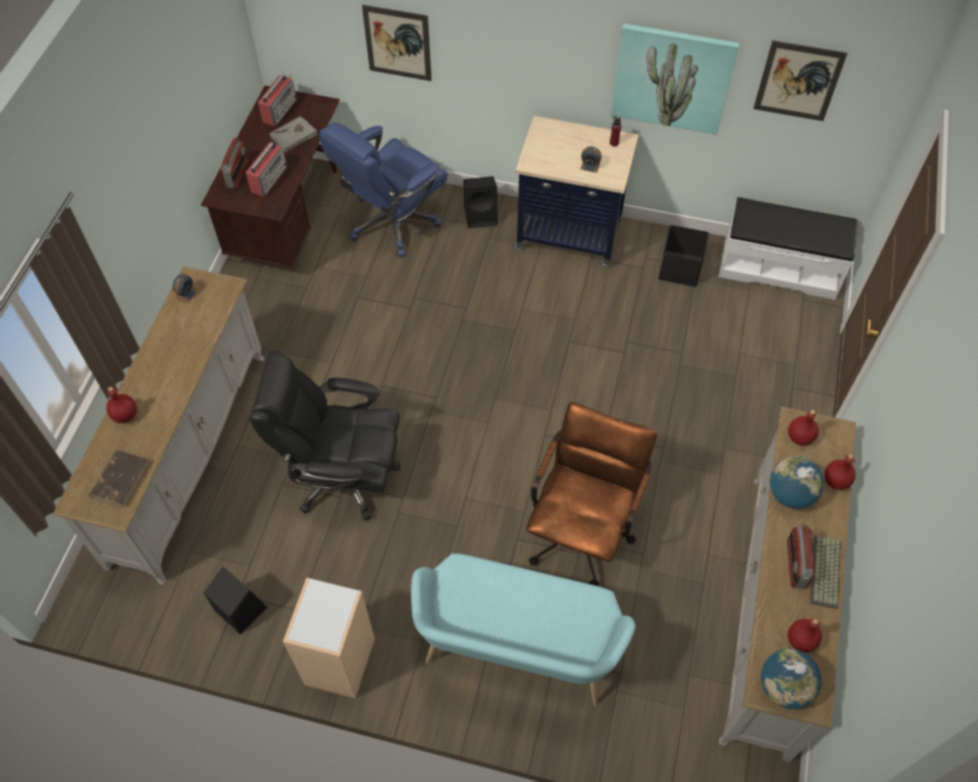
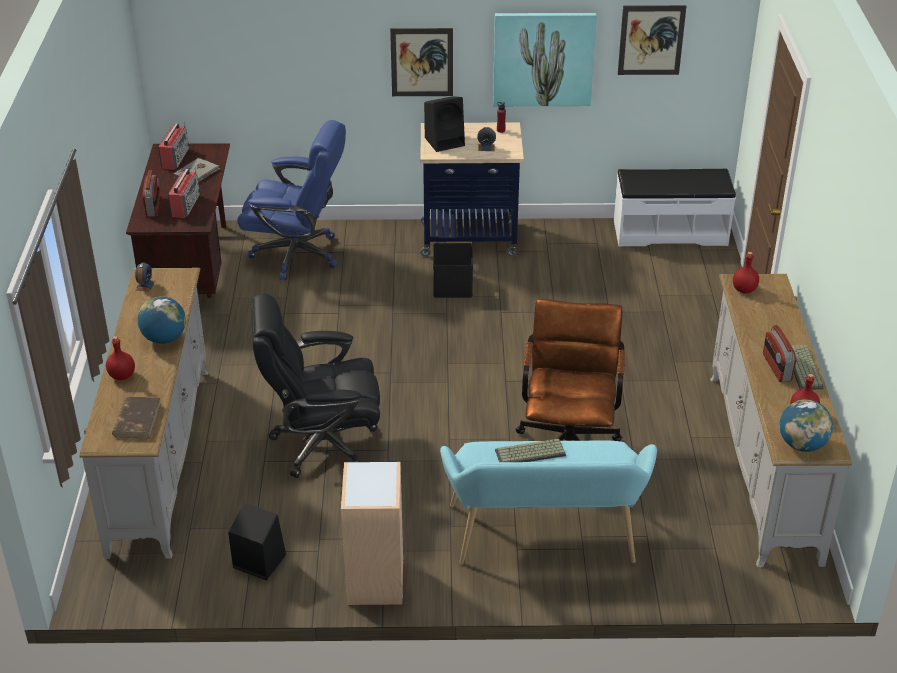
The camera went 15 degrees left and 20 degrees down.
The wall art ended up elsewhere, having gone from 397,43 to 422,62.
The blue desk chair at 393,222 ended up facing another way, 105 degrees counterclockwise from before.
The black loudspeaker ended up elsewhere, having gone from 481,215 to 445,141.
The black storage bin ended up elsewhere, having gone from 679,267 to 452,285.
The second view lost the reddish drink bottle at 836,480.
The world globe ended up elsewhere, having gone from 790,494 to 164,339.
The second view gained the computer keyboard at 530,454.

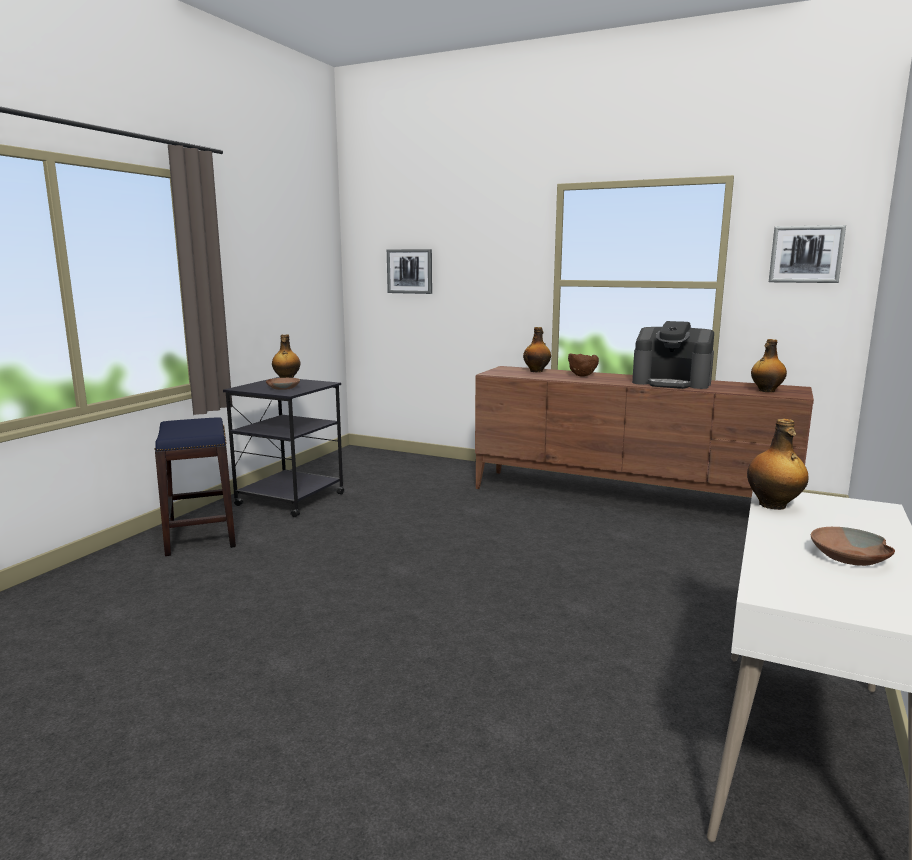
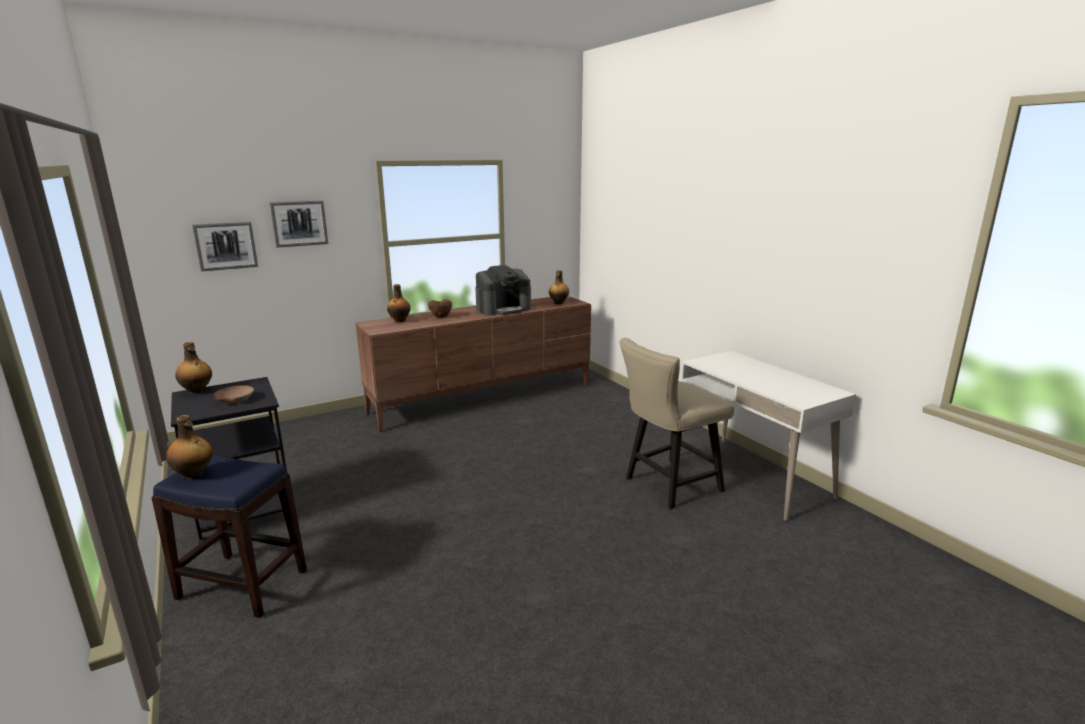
The camera went 55 degrees left and 5 degrees up.
The wall art ended up elsewhere, having gone from 806,254 to 299,223.
The drink bottle ended up elsewhere, having gone from 773,505 to 194,475.
The second view lost the brown-coloured bowl at 849,557.
The second view gained the beige plain chair at 667,486.

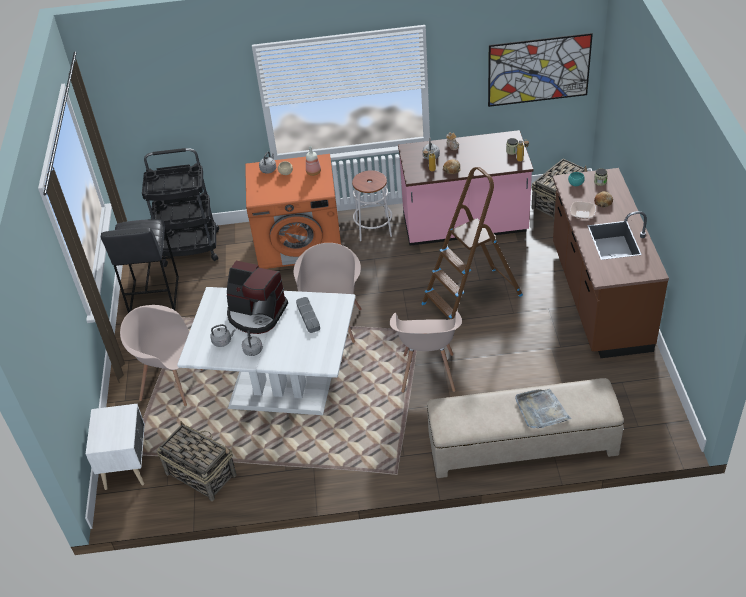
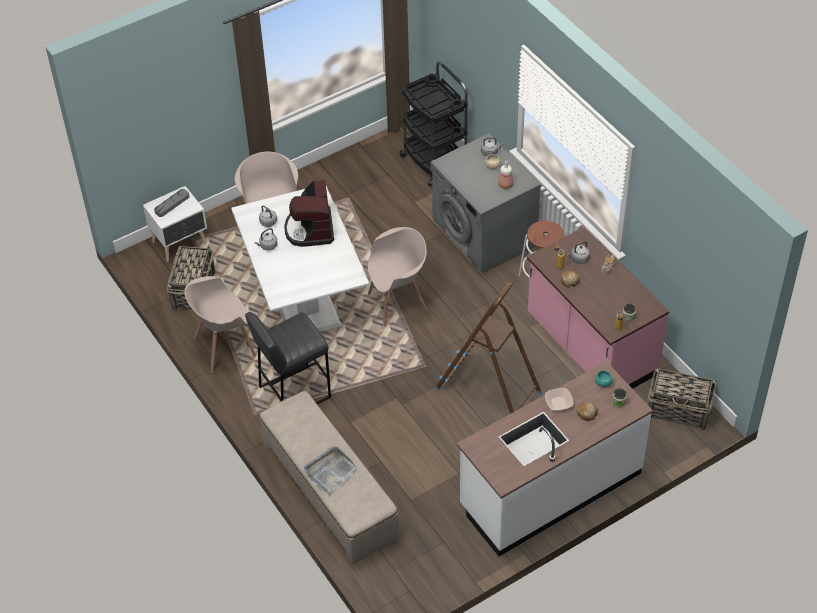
The camera went 60 degrees right and 5 degrees up.
The second view lost the wall art at 538,70.
What was the orange laundry appliance at 301,247 turned into the greyish laundry appliance at 483,236.
What was the brown-coloured counter at 598,297 turned into the whitish counter at 550,489.
The greyish stool ended up elsewhere, having gone from 154,296 to 293,392.
The greyish serving tray ended up elsewhere, having gone from 308,316 to 172,204.
The beige plain chair ended up elsewhere, having gone from 428,374 to 224,348.

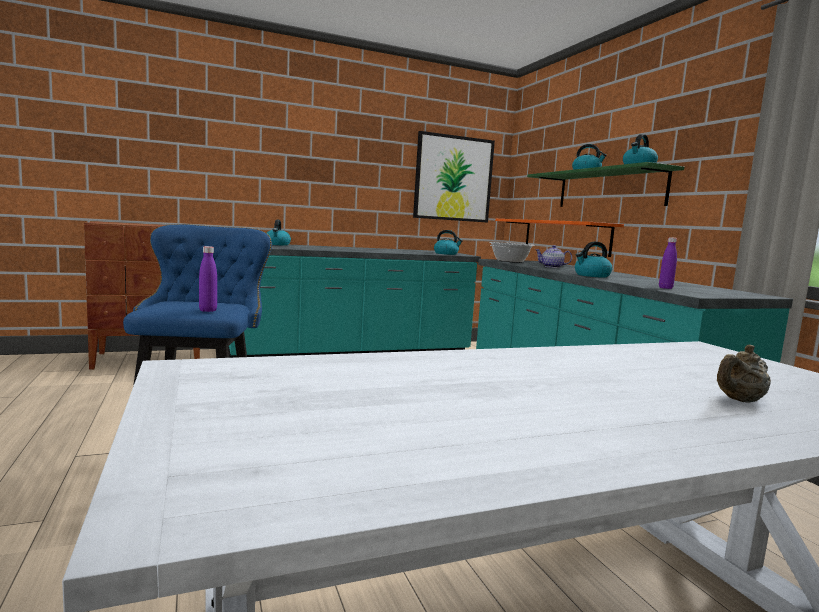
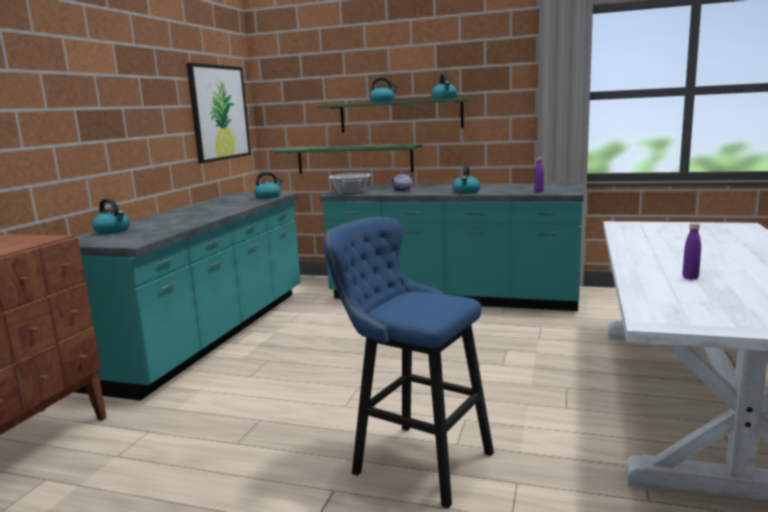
The camera went 50 degrees left and 5 degrees up.
What was the orange wall shelf at 565,236 turned into the green wall shelf at 354,159.
The purplish drink bottle ended up elsewhere, having gone from 208,310 to 690,277.
The second view lost the beige pot for tea at 739,400.

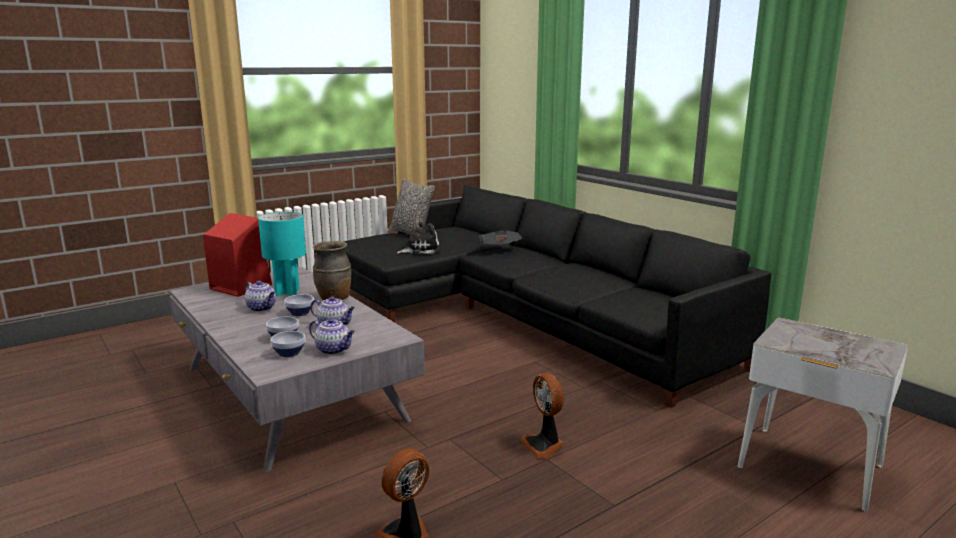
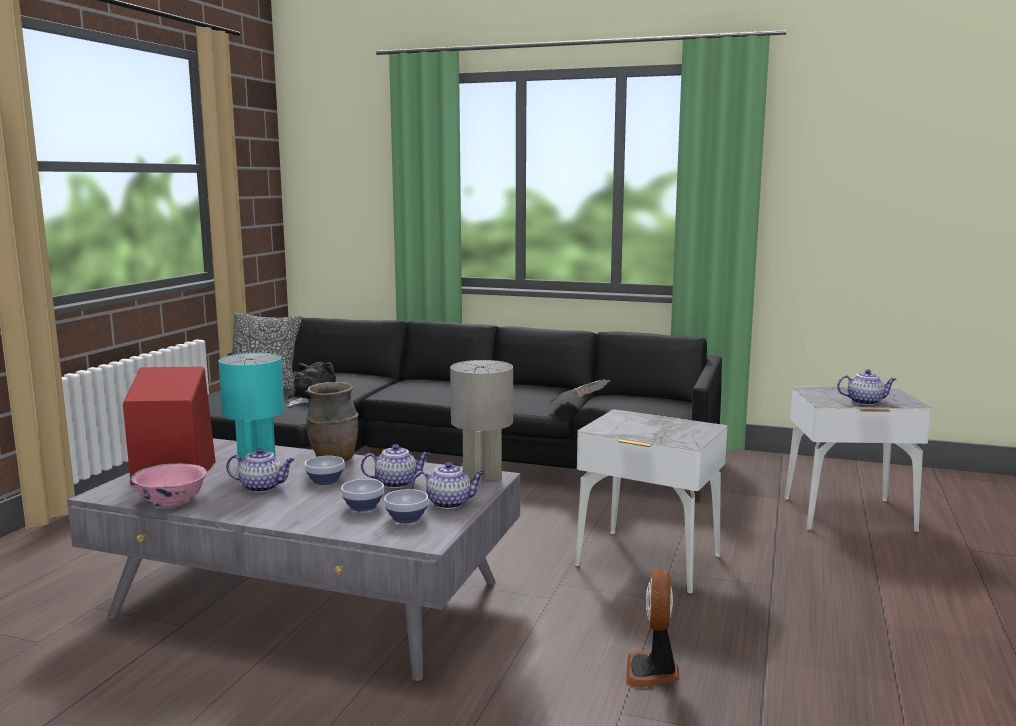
The camera went 35 degrees left and 5 degrees down.
The newspaper ended up elsewhere, having gone from 500,250 to 578,408.
Where the cooling fan stood at 544,445, the end table came to stand at 649,561.
The second view gained the greyish tabletop lamp at 483,478.
The second view gained the pot for tea at 865,402.
The second view gained the pink-coloured bowl at 171,500.

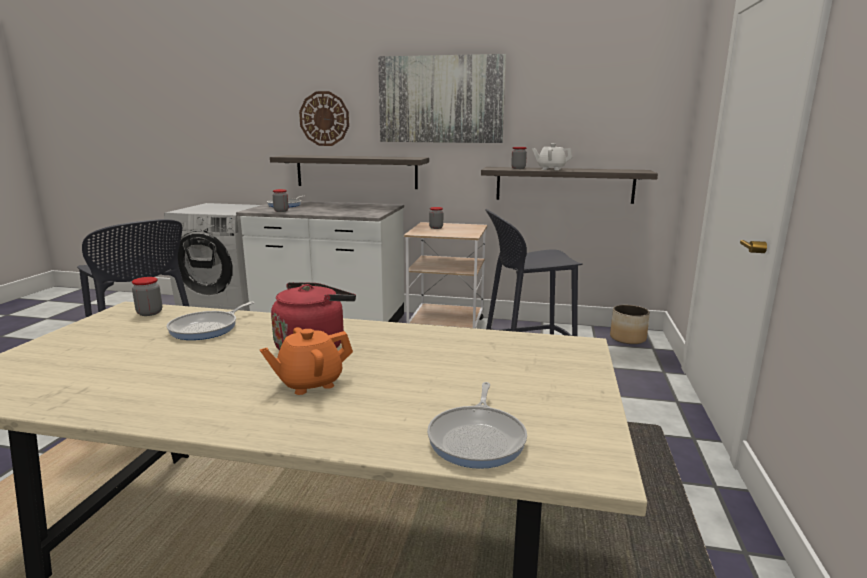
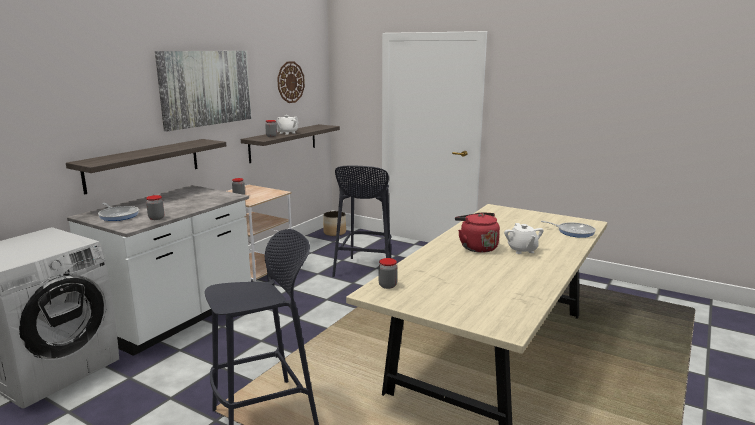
The camera went 70 degrees left and 0 degrees up.
The wall clock ended up elsewhere, having gone from 324,119 to 290,82.
The second view lost the skillet at 207,328.
What was the orange pot for tea at 309,383 turned into the whitish pot for tea at 522,250.

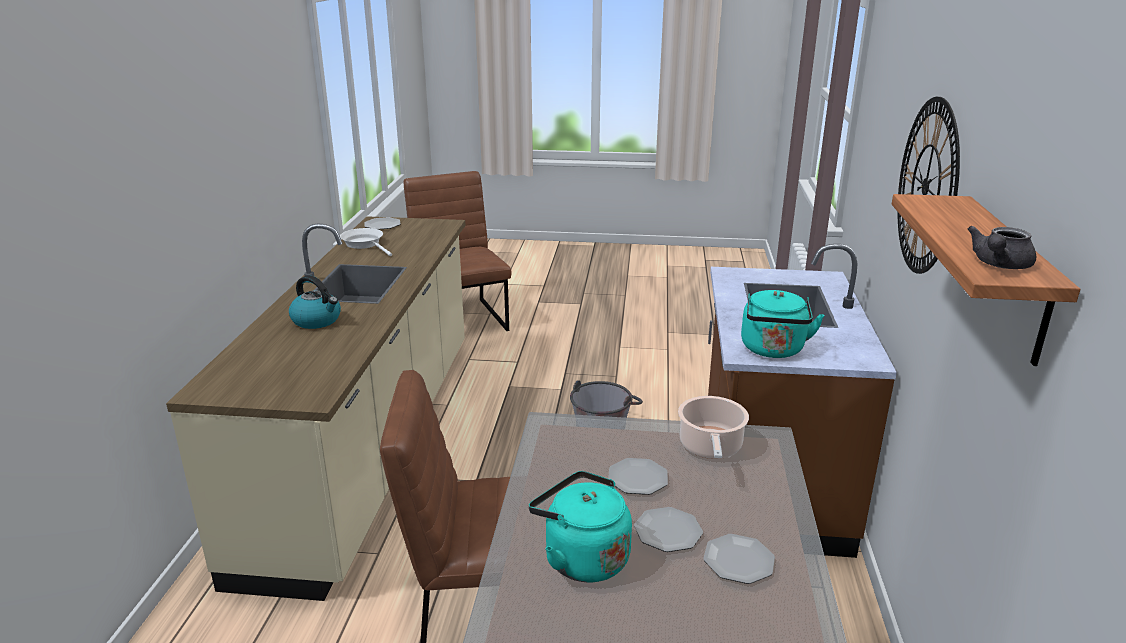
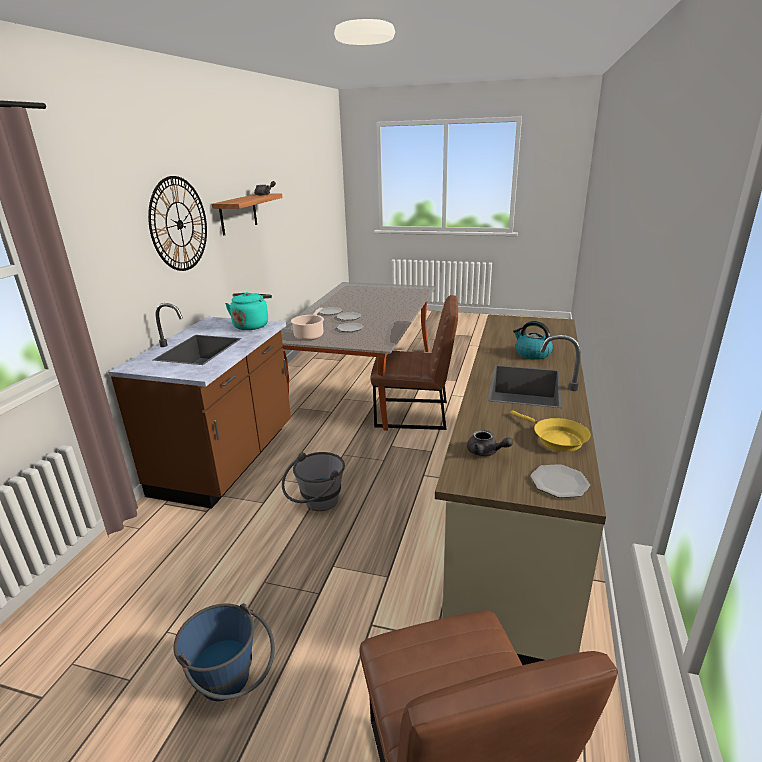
The camera went 170 degrees left and 0 degrees up.
What was the whitish skillet at 365,244 turned into the yellow-coloured skillet at 555,438.
The second view lost the turquoise-coloured water kettle at 582,558.
The second view gained the greyish pot for tea at 486,452.
The second view gained the blue bucket at 232,683.

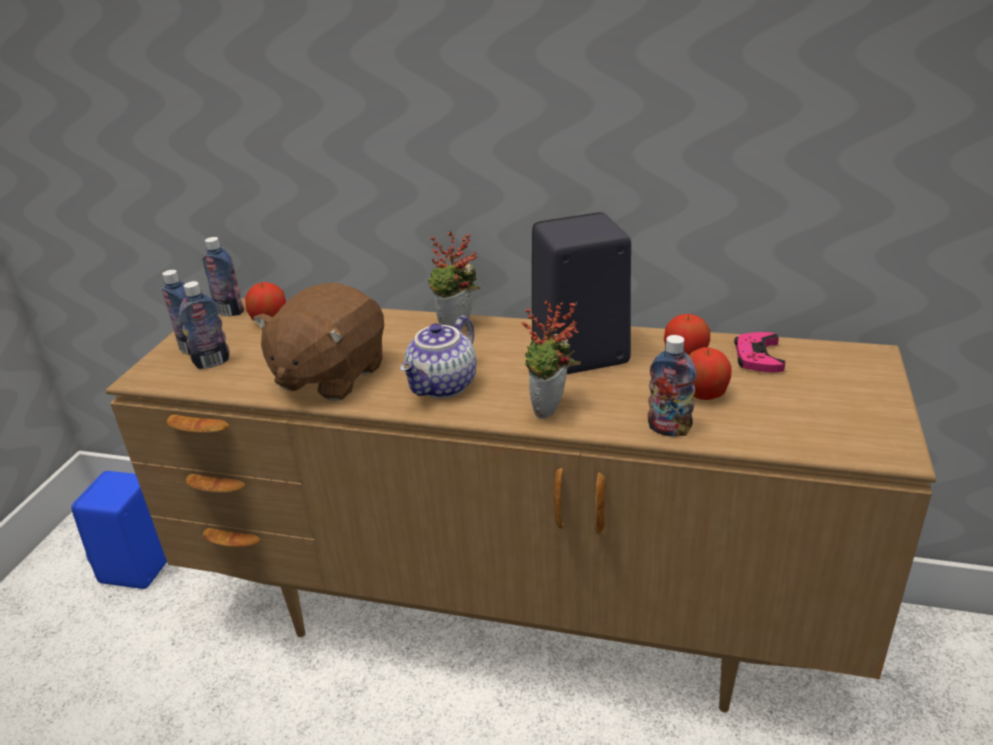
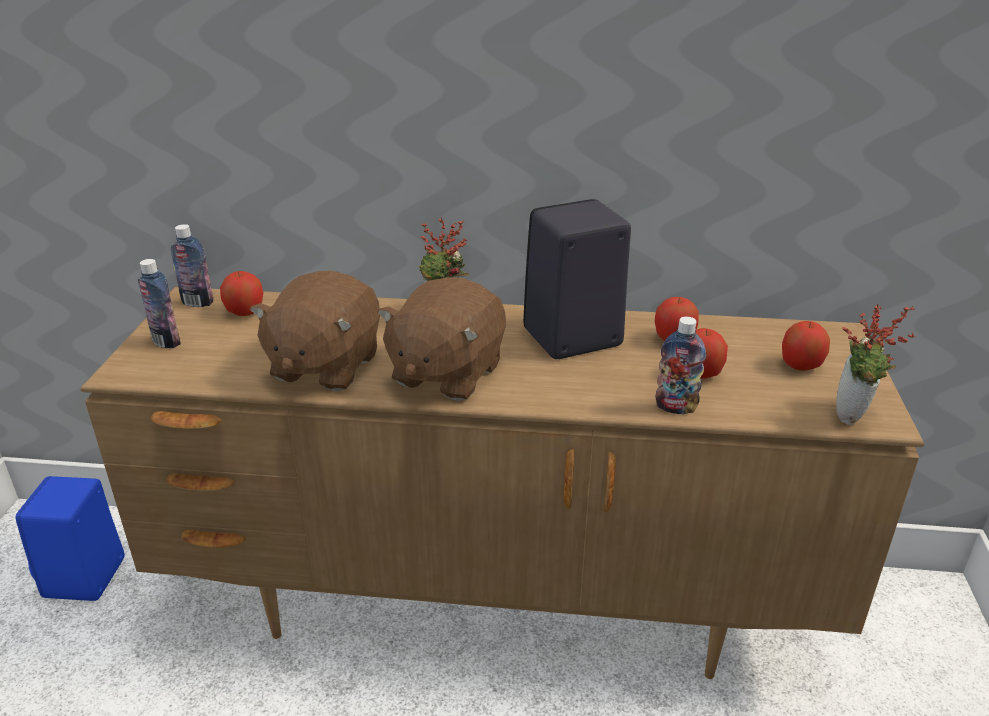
The camera went 10 degrees left and 0 degrees up.
The second view lost the drink bottle at 212,362.
The potted plant ended up elsewhere, having gone from 552,411 to 854,416.
Where the pot for tea stood at 444,386, the brown-coloured cuddly toy came to stand at 446,373.
The second view lost the pink-coloured game controller at 757,357.
The second view gained the whole apple at 800,366.

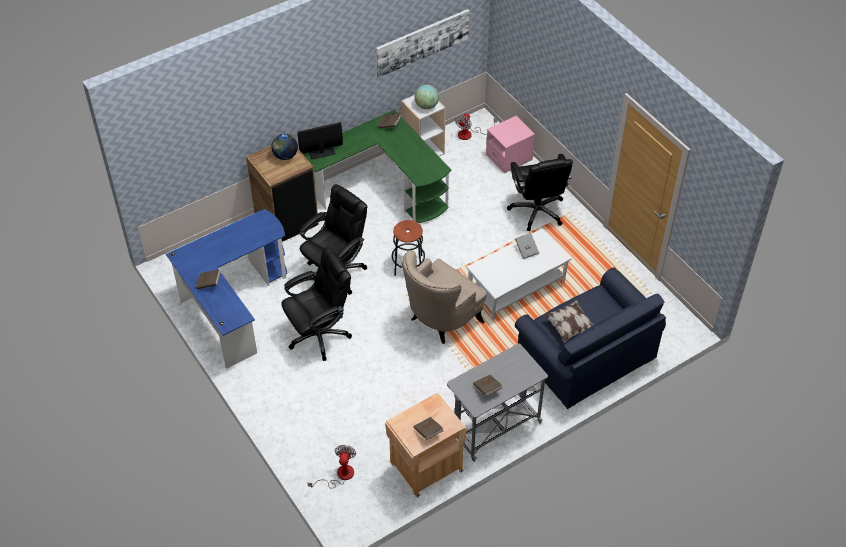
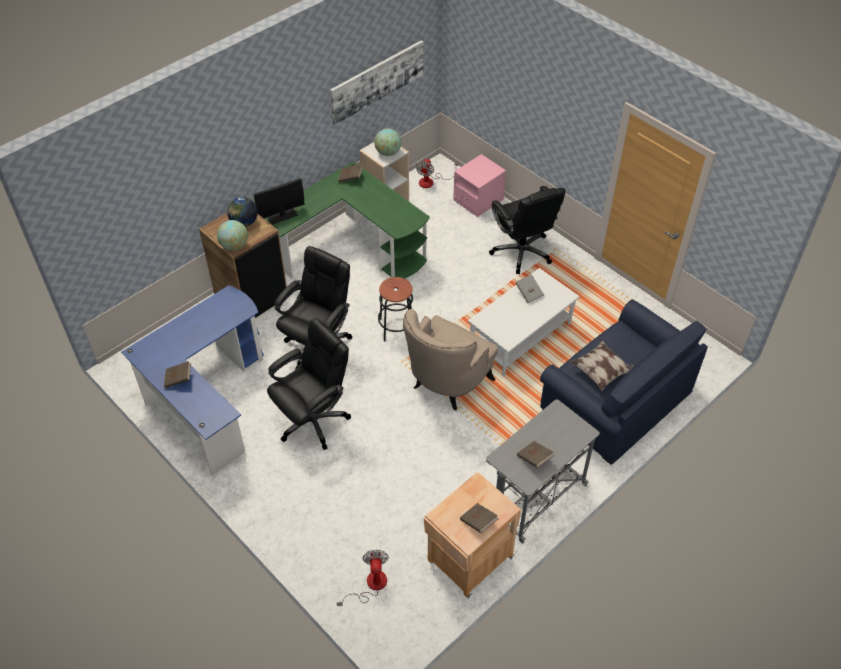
The camera went 10 degrees left and 0 degrees up.
The second view gained the world globe at 234,246.

